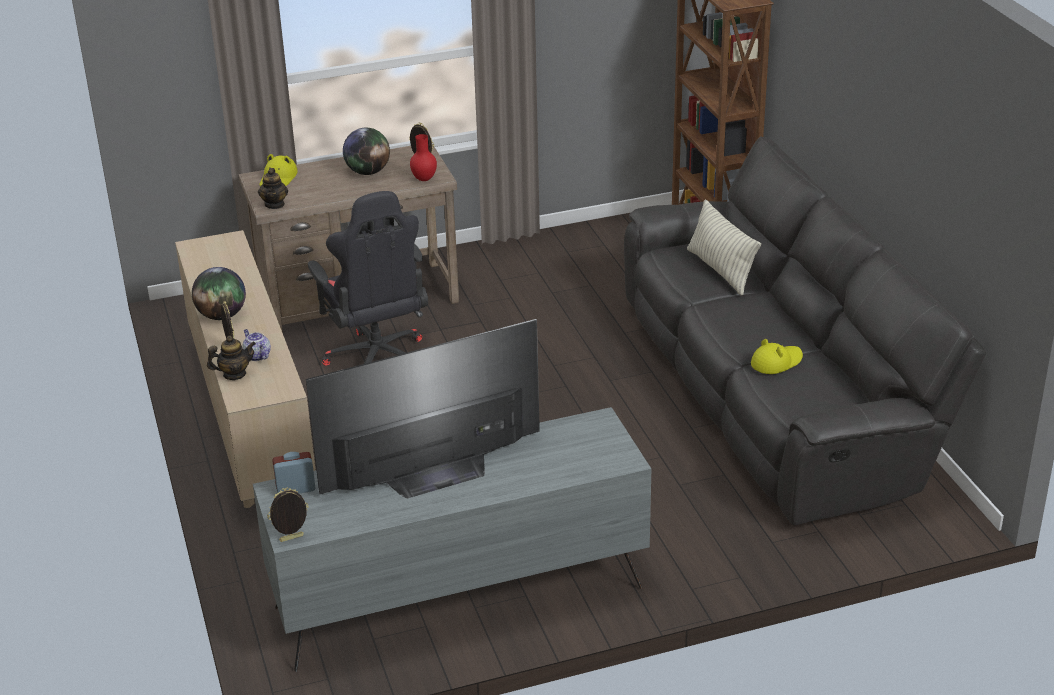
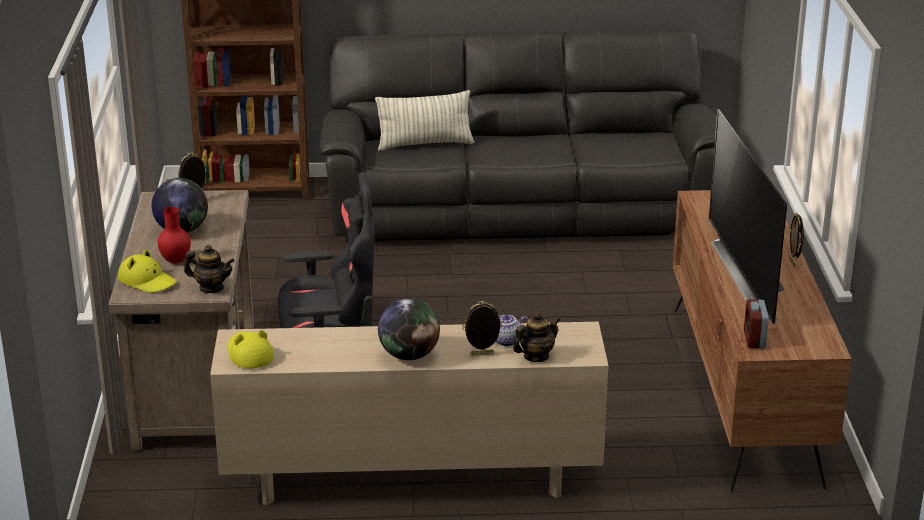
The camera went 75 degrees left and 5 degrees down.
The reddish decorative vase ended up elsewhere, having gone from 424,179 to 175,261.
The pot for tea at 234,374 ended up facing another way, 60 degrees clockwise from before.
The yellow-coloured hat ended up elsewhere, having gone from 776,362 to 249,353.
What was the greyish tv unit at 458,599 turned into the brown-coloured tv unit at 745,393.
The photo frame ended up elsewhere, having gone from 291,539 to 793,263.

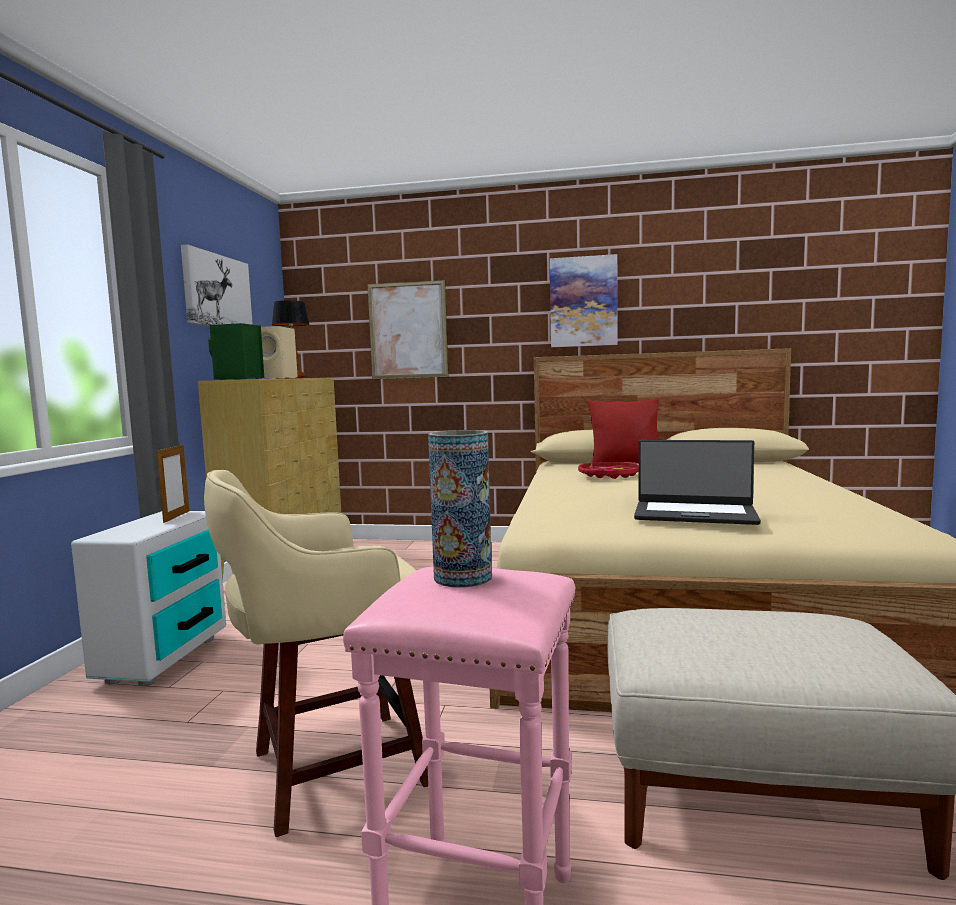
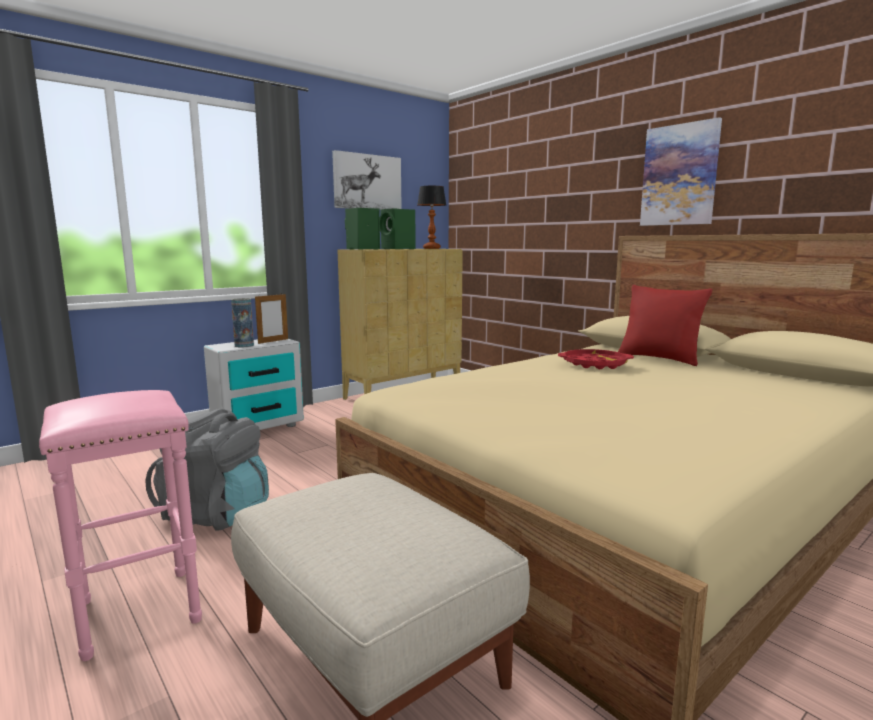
The camera went 40 degrees right and 5 degrees up.
The second view lost the wall art at 408,330.
What was the beige loudspeaker at 277,378 turned into the green loudspeaker at 398,249.
The decorative vase ended up elsewhere, having gone from 463,577 to 244,345.
The second view lost the notebook computer at 694,514.
Where the beige stool stood at 330,770, the greyish backpack came to stand at 216,514.

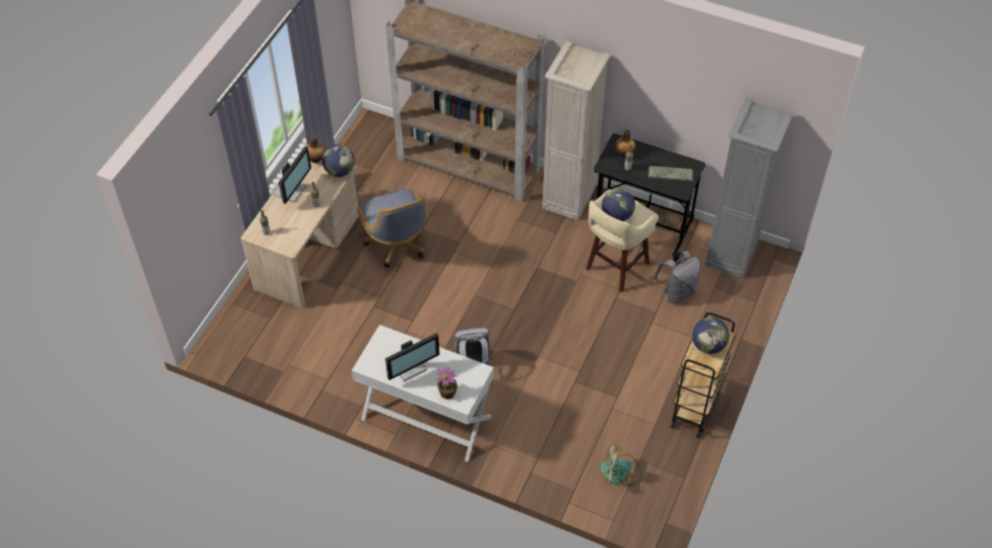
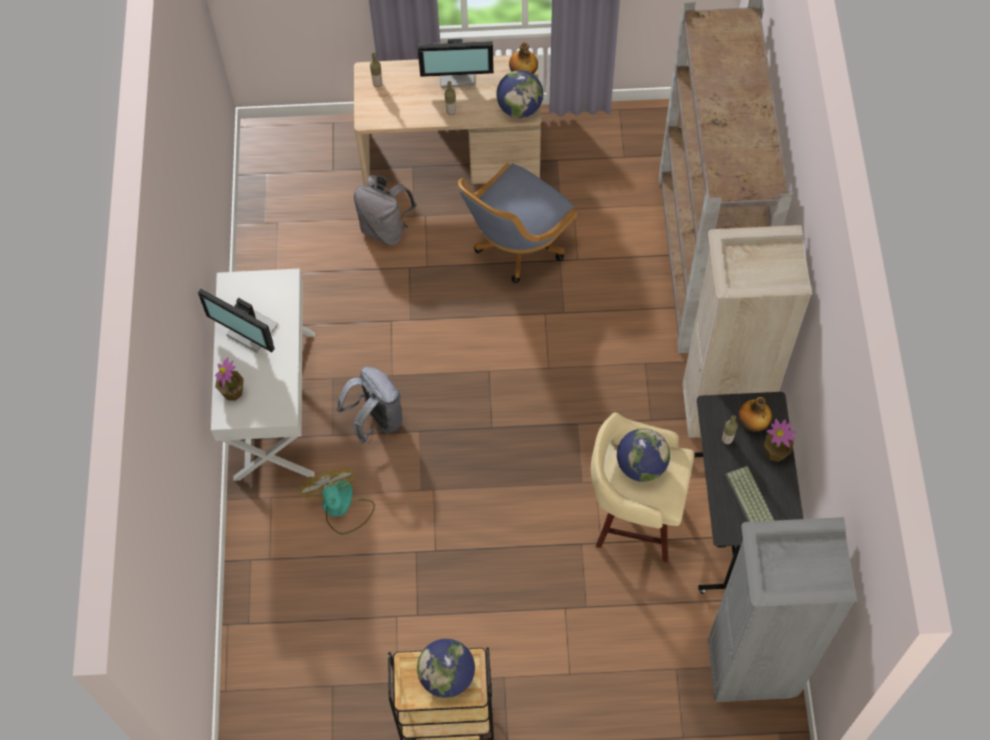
The camera went 65 degrees right and 10 degrees up.
The greyish backpack ended up elsewhere, having gone from 676,292 to 386,228.
The cooling fan ended up elsewhere, having gone from 620,473 to 341,507.
The second view gained the potted plant at 776,452.

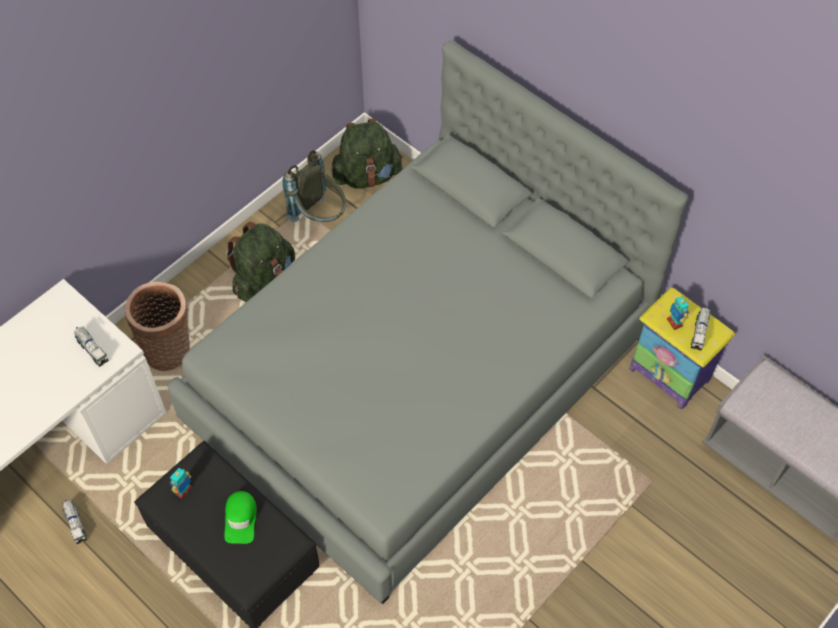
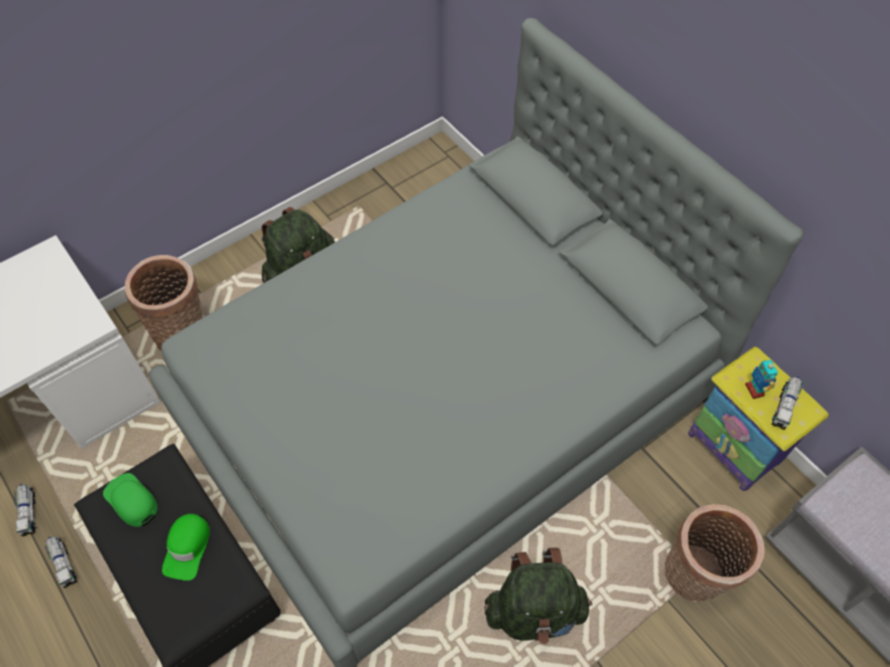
The camera went 10 degrees right and 0 degrees up.
The green backpack ended up elsewhere, having gone from 367,176 to 534,611.
The second view lost the greyish backpack at 319,217.
The model truck ended up elsewhere, having gone from 92,350 to 64,564.
Where the robot figure stood at 183,491, the green peaked cap came to stand at 131,501.
The second view gained the basket at 694,577.

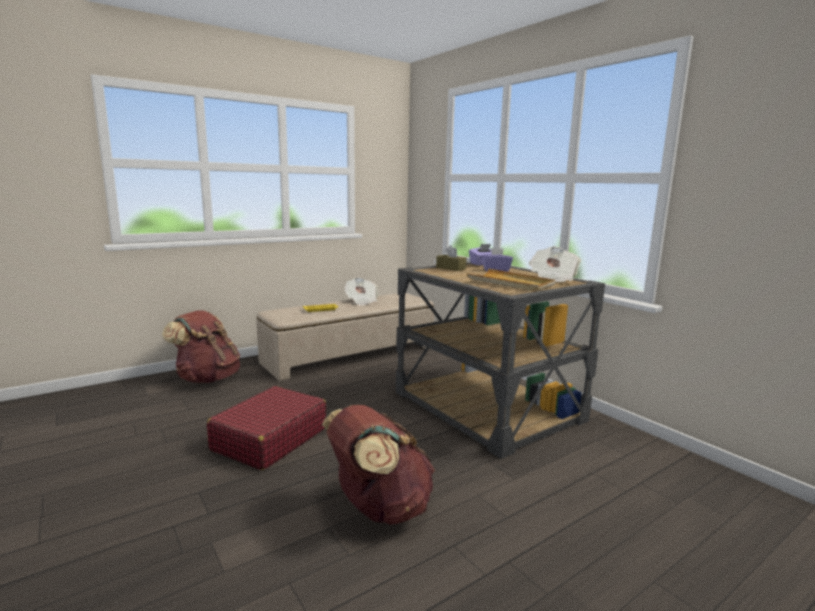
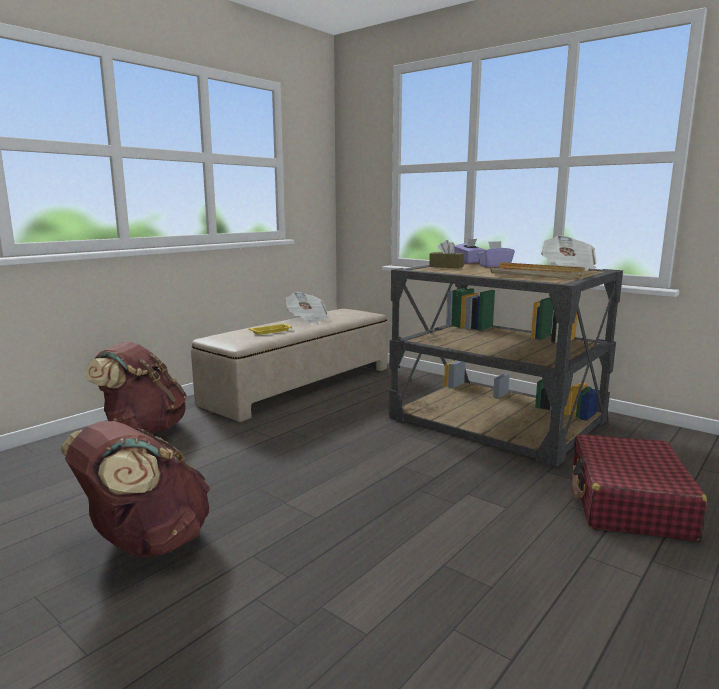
The camera went 15 degrees left and 0 degrees up.
The reddish suitcase ended up elsewhere, having gone from 269,439 to 628,502.
The brown-coloured backpack ended up elsewhere, having gone from 379,508 to 146,543.

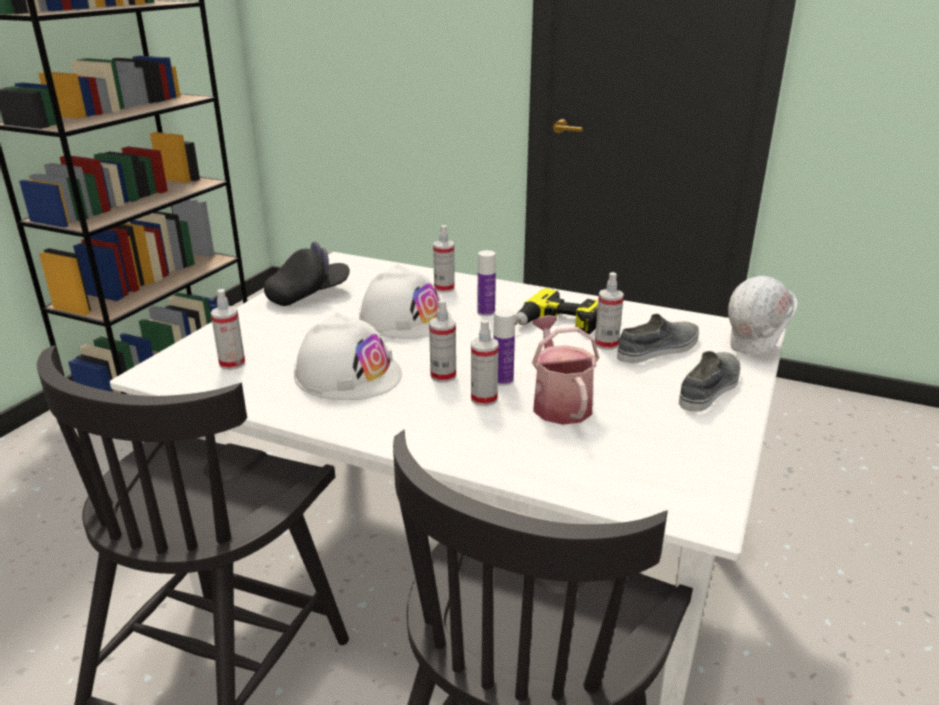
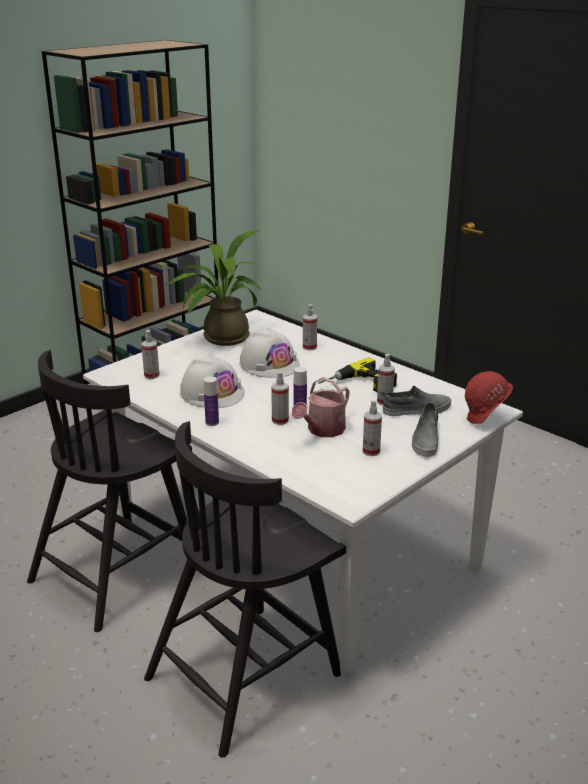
The camera went 20 degrees right and 0 degrees up.
Where the black peaked cap stood at 308,295, the potted plant came to stand at 220,338.
The drink bottle ended up elsewhere, having gone from 486,312 to 212,422.
What was the whitish safety helmet at 756,346 turned into the reddish safety helmet at 485,420.
The sprayer ended up elsewhere, having gone from 443,376 to 371,451.
The watering pot at 559,402 ended up facing another way, 150 degrees counterclockwise from before.
The greyish shoe at 710,387 ended up facing another way, 135 degrees clockwise from before.

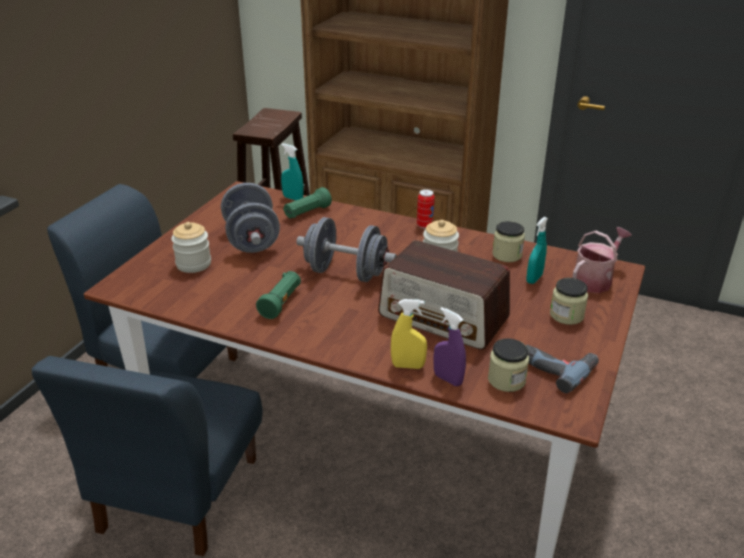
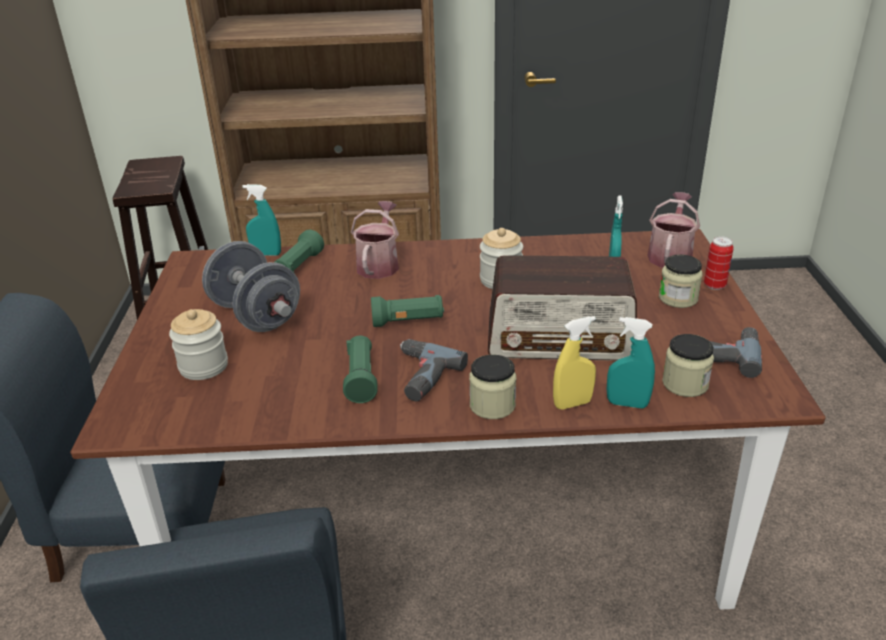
The camera went 25 degrees left and 0 degrees up.
The metal can ended up elsewhere, having gone from 424,225 to 714,285.
Where the greyish free weight stood at 346,273, the green hand torch came to stand at 408,321.
The storage jar ended up elsewhere, having gone from 507,255 to 492,405.
What was the purplish sprayer at 448,379 turned into the turquoise-coloured sprayer at 627,404.
The second view gained the watering pot at 379,264.
The second view gained the electric drill at 419,376.

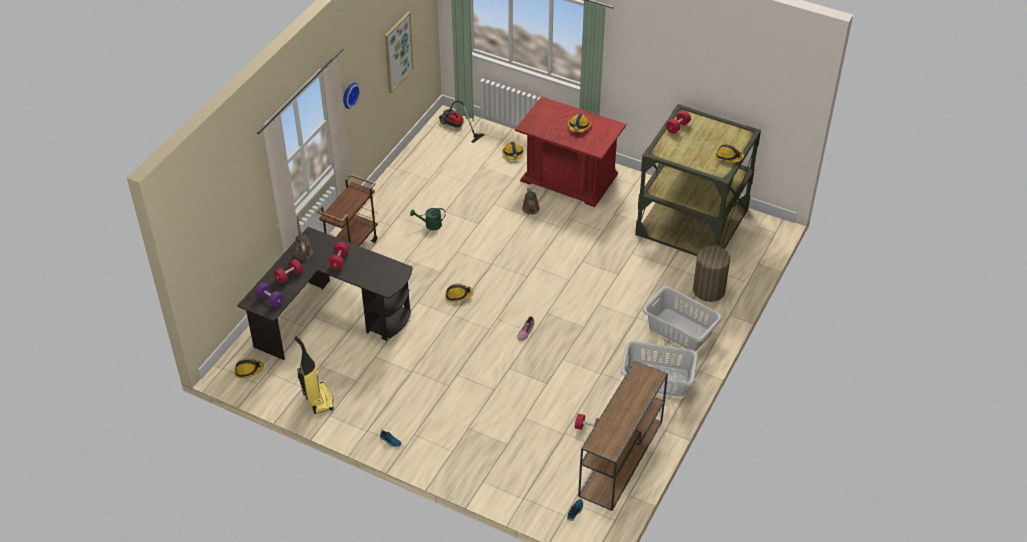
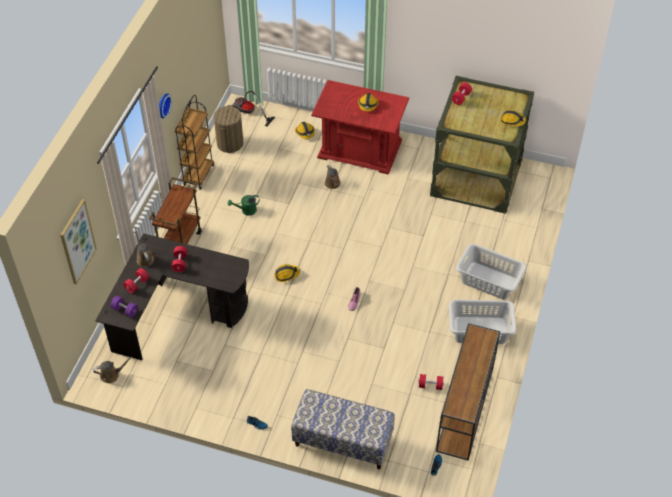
The camera went 10 degrees left and 5 degrees up.
The wall art ended up elsewhere, having gone from 398,52 to 77,241.
The laundry basket ended up elsewhere, having gone from 708,290 to 230,143.
The second view lost the hoover at 318,399.
Where the safety helmet stood at 248,370, the brown-coloured watering pot came to stand at 111,375.
The second view gained the brown-coloured trolley at 198,175.
The second view gained the indoor bench at 342,441.

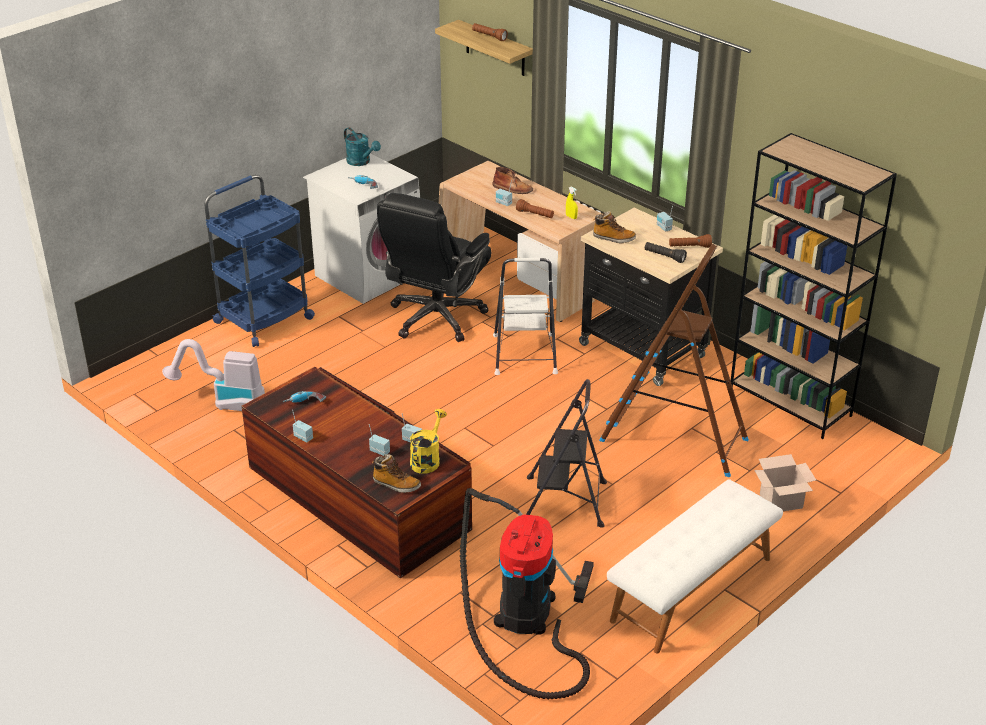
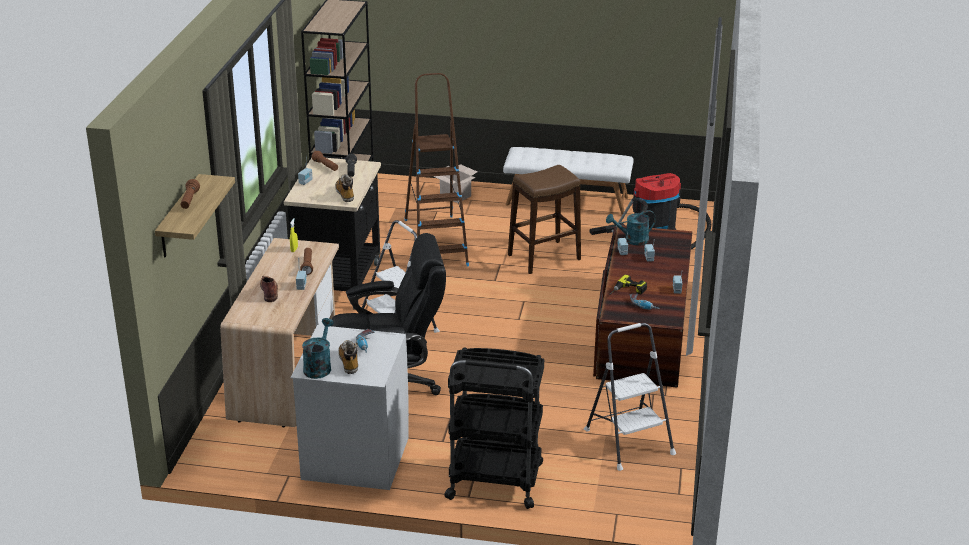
The camera went 125 degrees left and 5 degrees down.
What was the blue trolley at 264,320 turned into the black trolley at 495,480.
Where the hoover stood at 223,402, the whitish step stool came to stand at 628,439.
Where the black step stool stood at 567,501, the brown-coloured stool came to stand at 544,257.
What was the yellow-coloured watering pot at 427,459 turned into the turquoise-coloured watering pot at 632,240.
The high-top boot ended up elsewhere, having gone from 396,485 to 349,362.
The second view gained the electric drill at 627,291.

